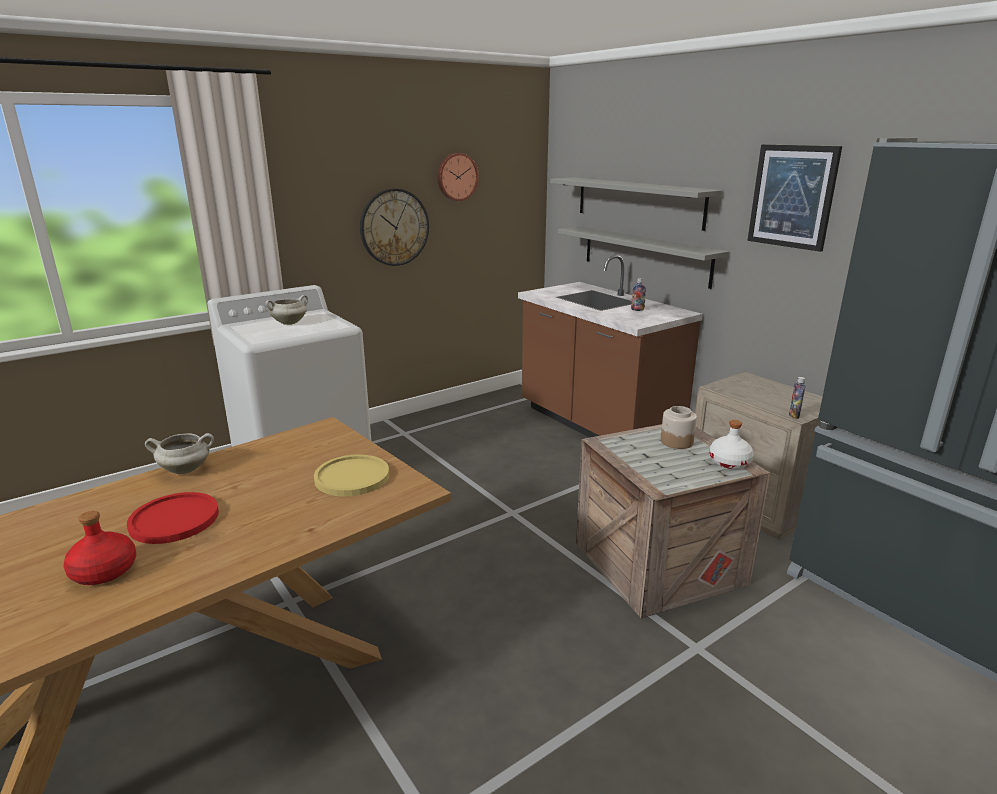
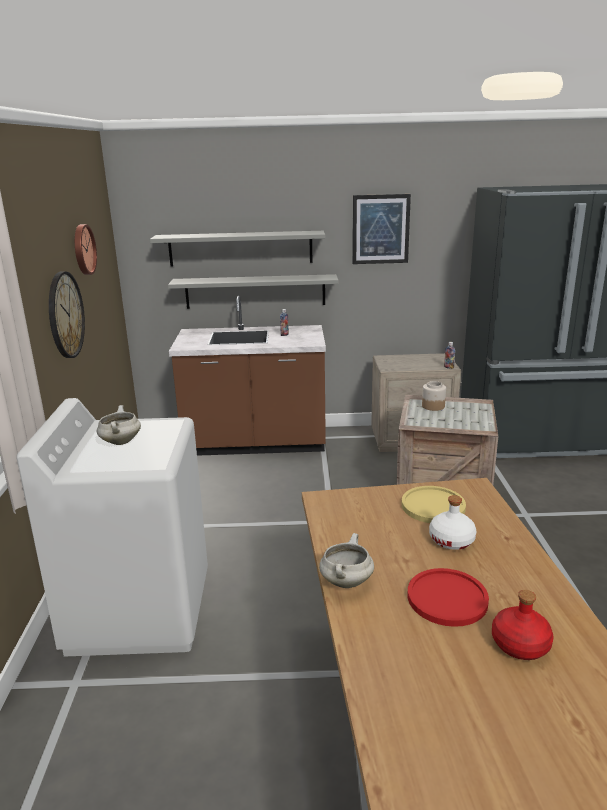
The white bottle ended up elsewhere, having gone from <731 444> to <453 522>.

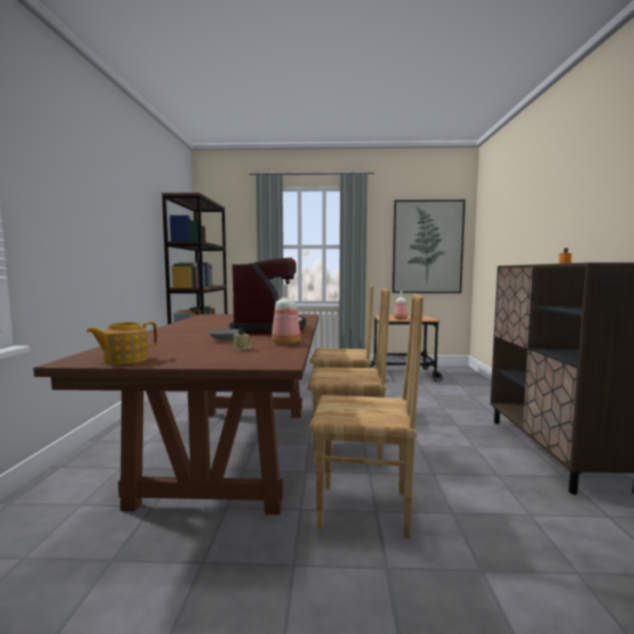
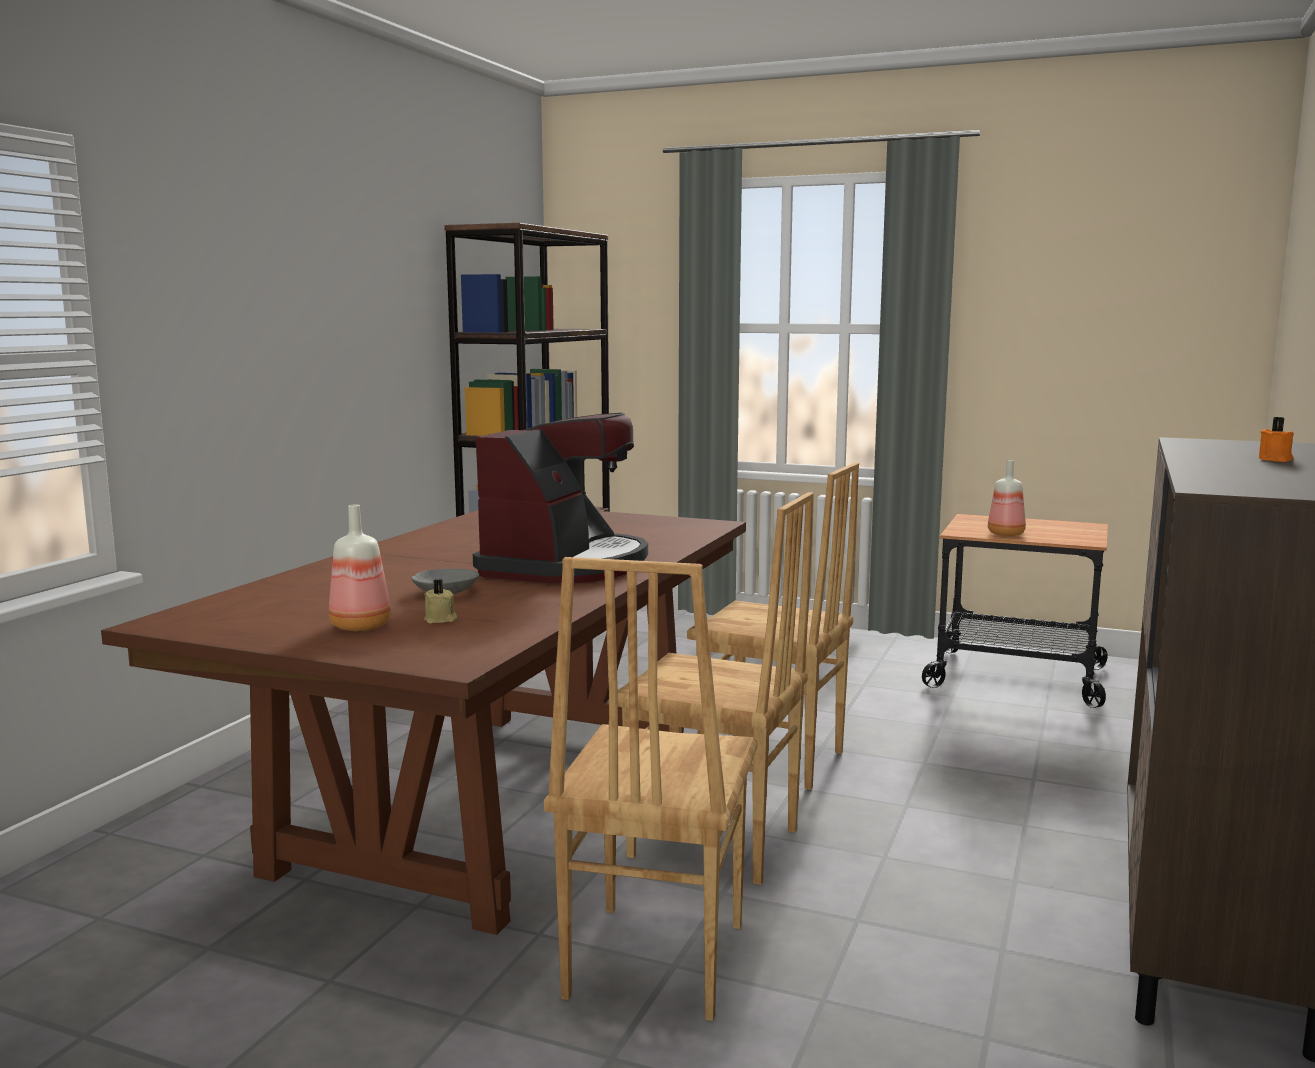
The second view lost the picture at <428 246>.
The bottle ended up elsewhere, having gone from <286 314> to <360 568>.
The brown chair at <366 415> ended up facing another way, 75 degrees clockwise from before.
The second view lost the teapot at <121 342>.

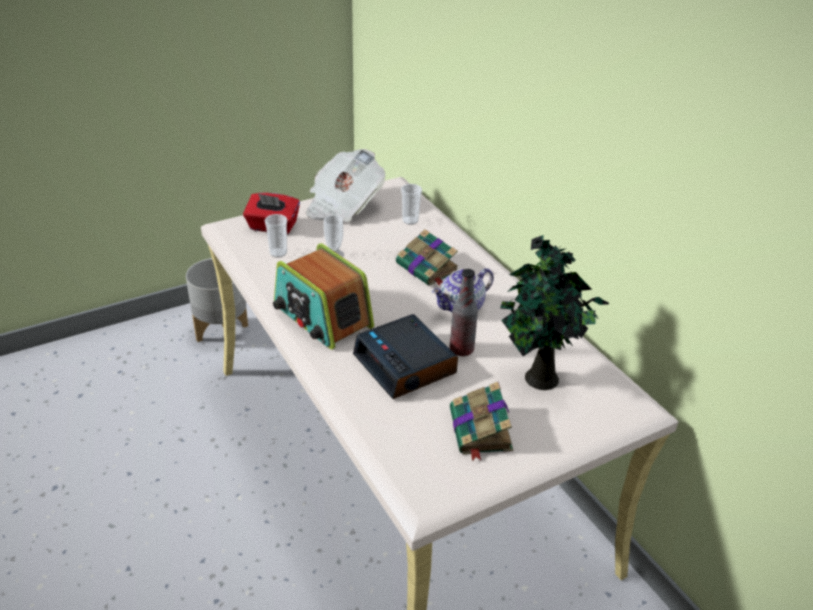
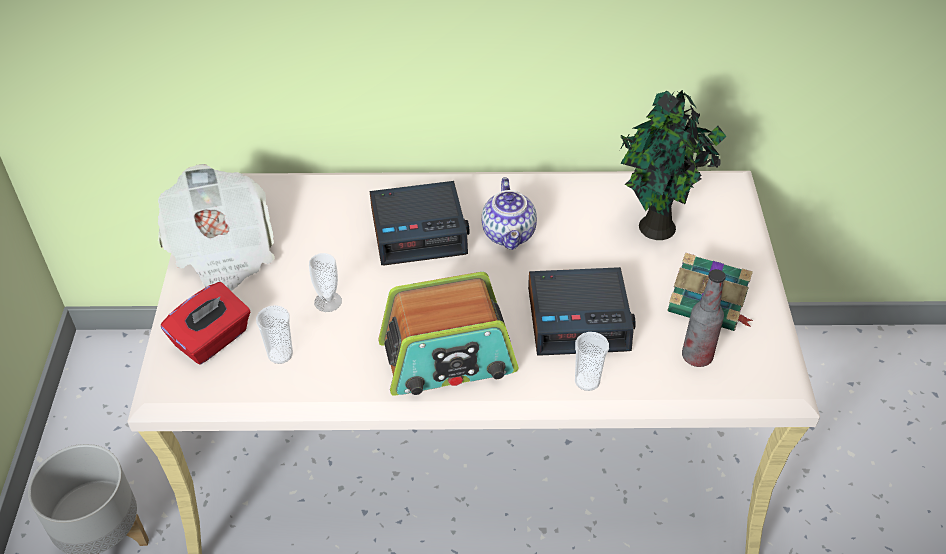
The cup ended up elsewhere, having gone from <411 204> to <592 361>.
Where the book stood at <427 257>, the alarm clock came to stand at <420 223>.
The bottle ended up elsewhere, having gone from <464 312> to <704 318>.

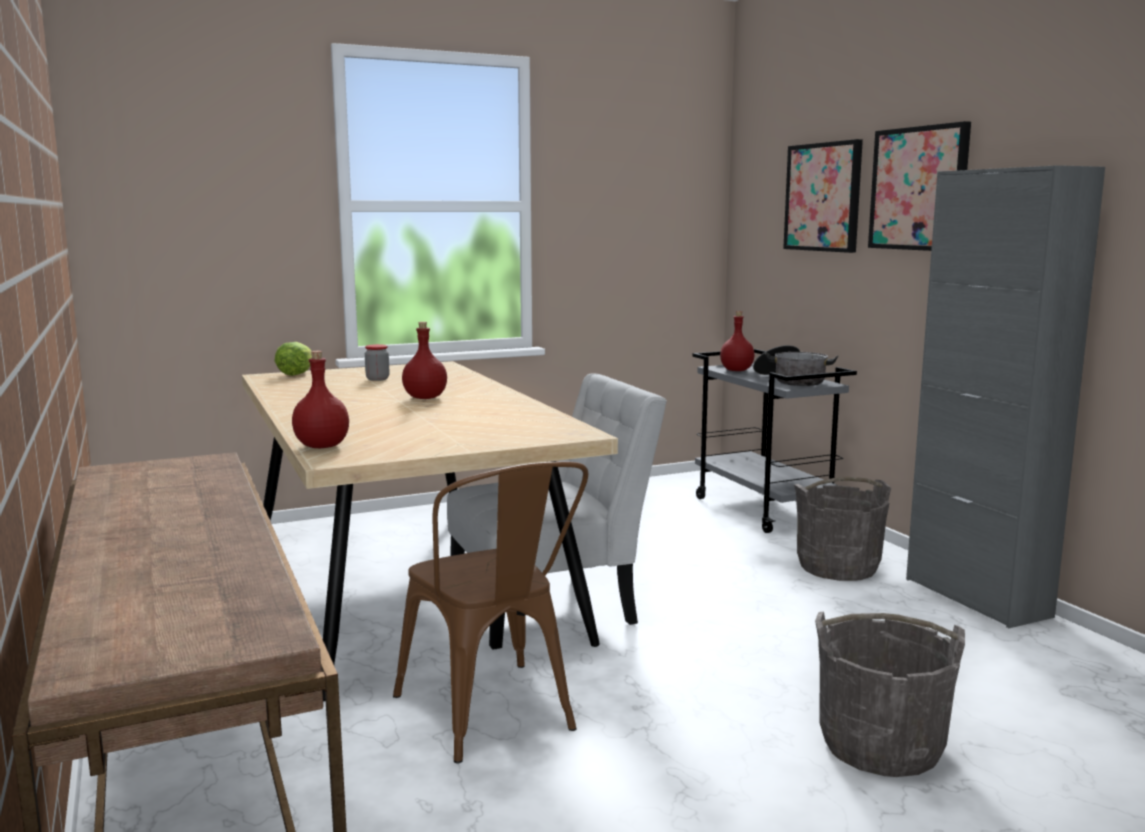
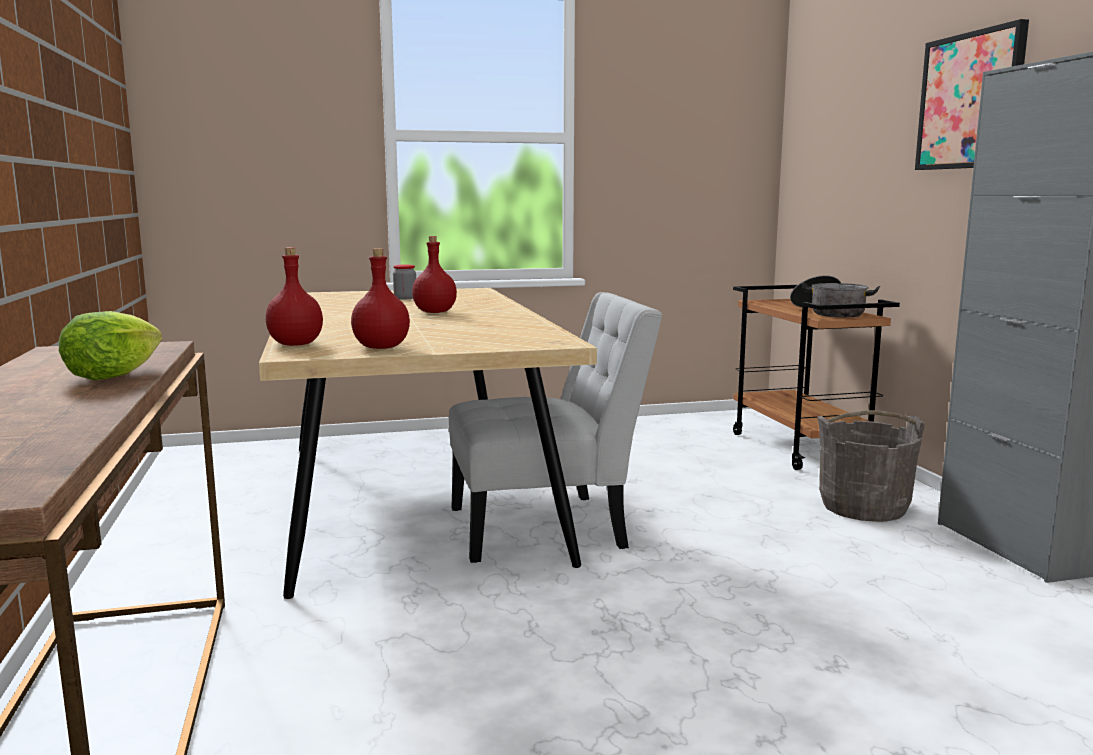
The second view lost the picture at <823 196>.
The red bottle ended up elsewhere, having gone from <737 341> to <380 298>.
The lettuce ended up elsewhere, having gone from <293 359> to <110 346>.
What was the grey cart at <774 441> turned into the brown cart at <816 377>.
The second view lost the brown chair at <490 612>.
The second view lost the grey bucket at <890 694>.

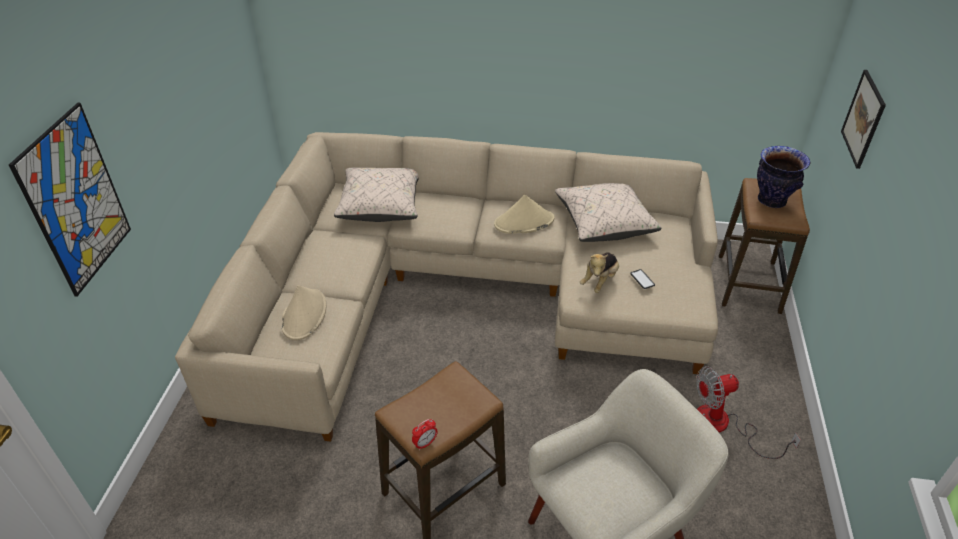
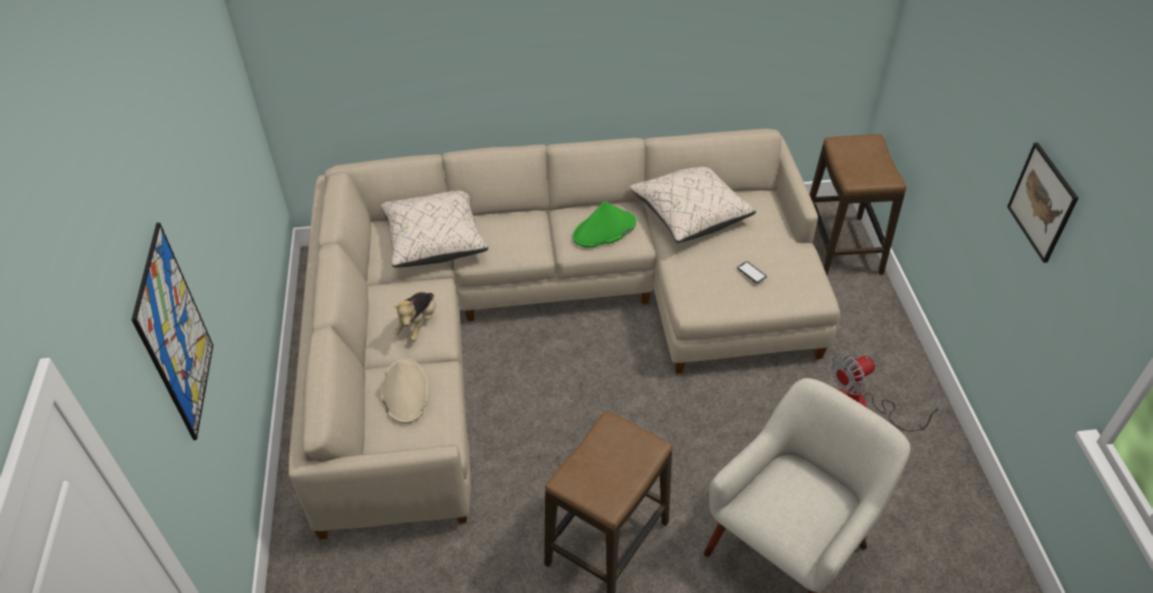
The picture ended up elsewhere, having gone from <863 119> to <1043 202>.
The second view lost the vase at <783 177>.
What was the beige hat at <524 214> turned into the green hat at <604 224>.
The plush toy ended up elsewhere, having gone from <599 273> to <415 316>.
The second view lost the alarm clock at <425 434>.

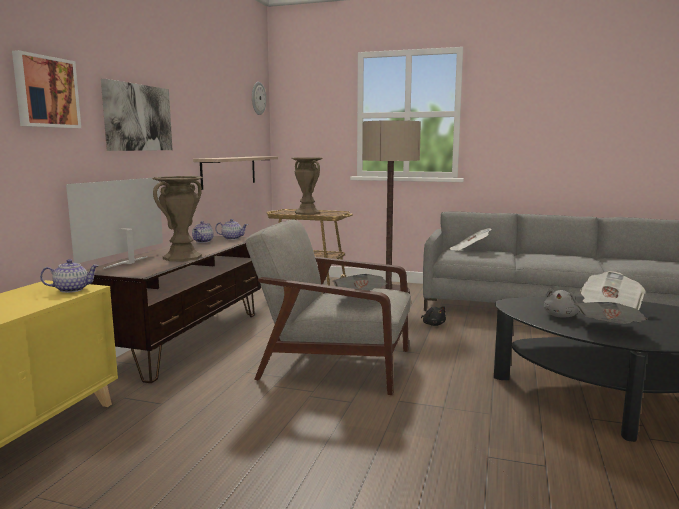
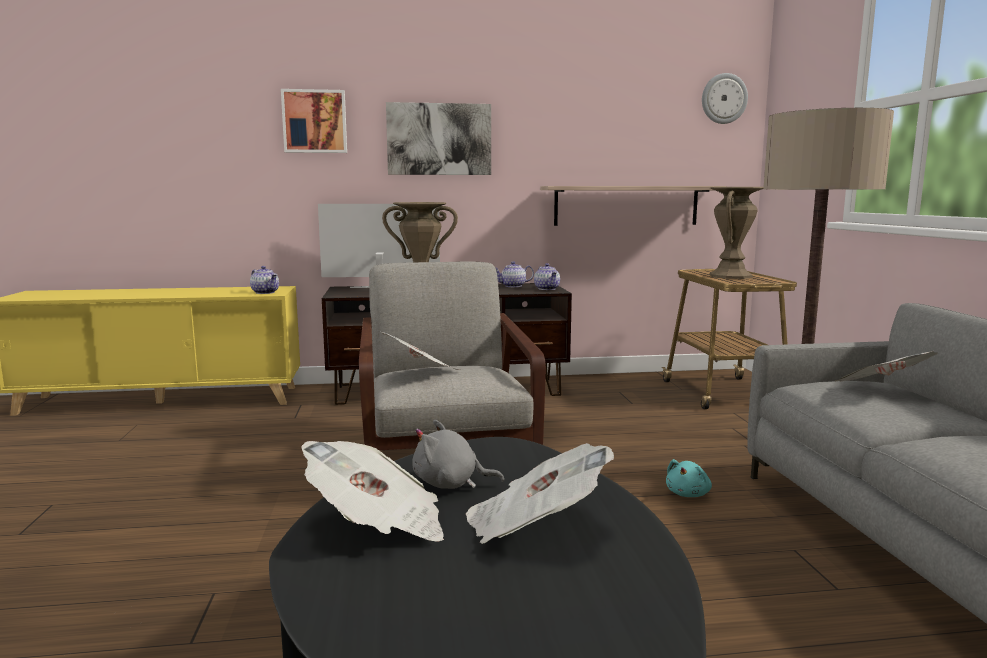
What was the black plush toy at <433 316> turned into the turquoise plush toy at <689 478>.

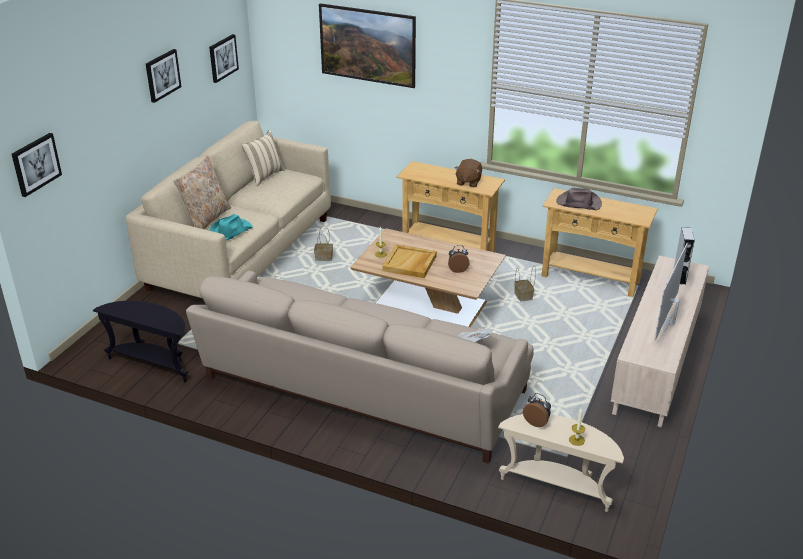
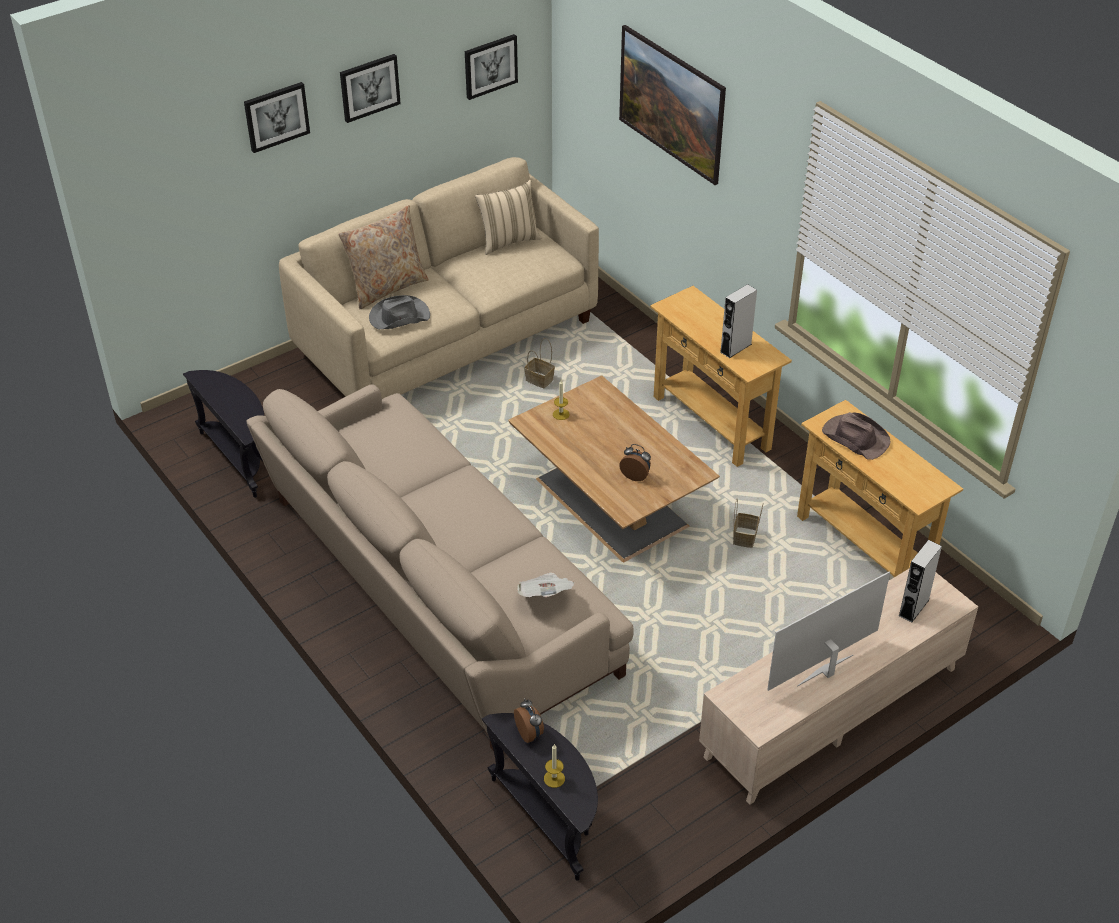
The picture ended up elsewhere, having gone from <37 165> to <277 117>.
Where the brown plush toy stood at <468 173>, the grey speaker came to stand at <738 321>.
What was the turquoise hat at <231 227> turned into the grey hat at <399 312>.
The second view lost the beige tray at <409 261>.
What was the beige side table at <561 463> turned into the black side table at <540 796>.

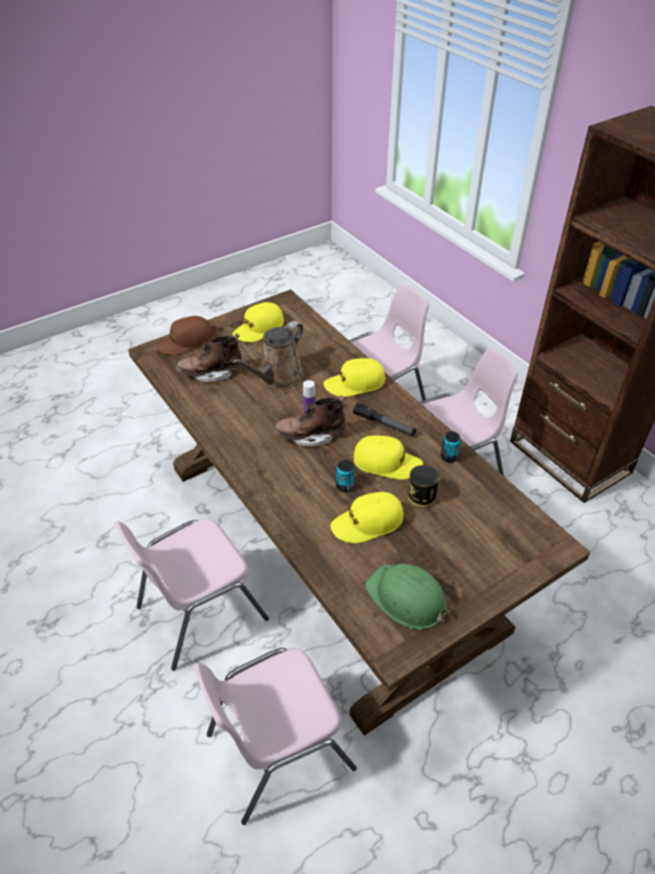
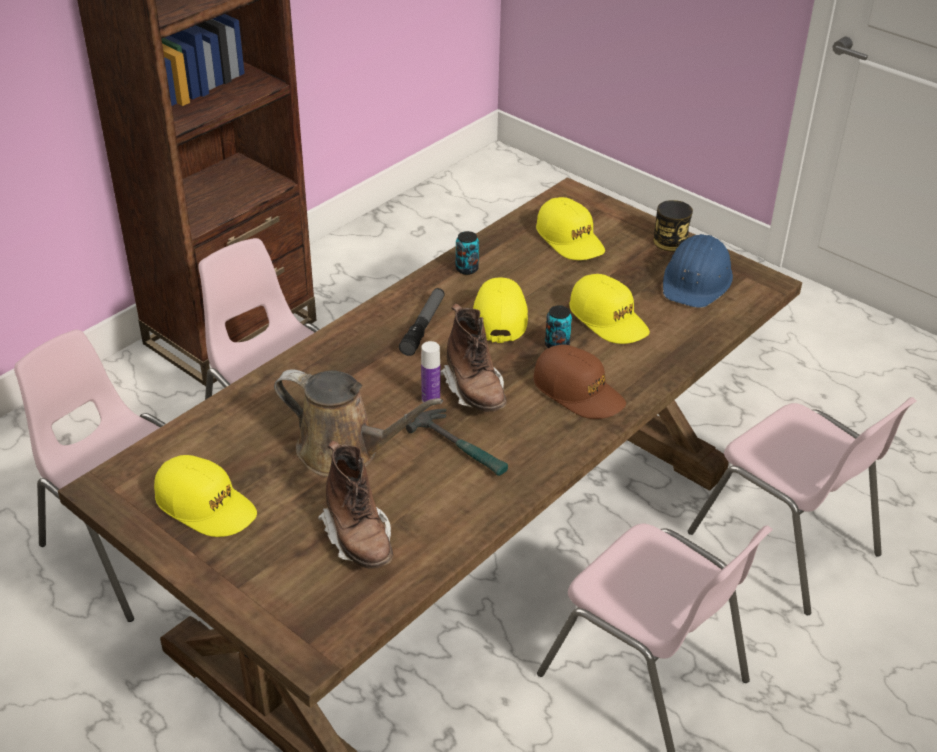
The brown cap ended up elsewhere, having gone from <185 335> to <579 382>.
The yellow cap ended up elsewhere, having gone from <355 377> to <570 228>.
The can ended up elsewhere, having gone from <423 486> to <673 226>.
What was the green hard hat at <407 596> turned into the blue hard hat at <698 271>.
The second view gained the hammer at <457 442>.

